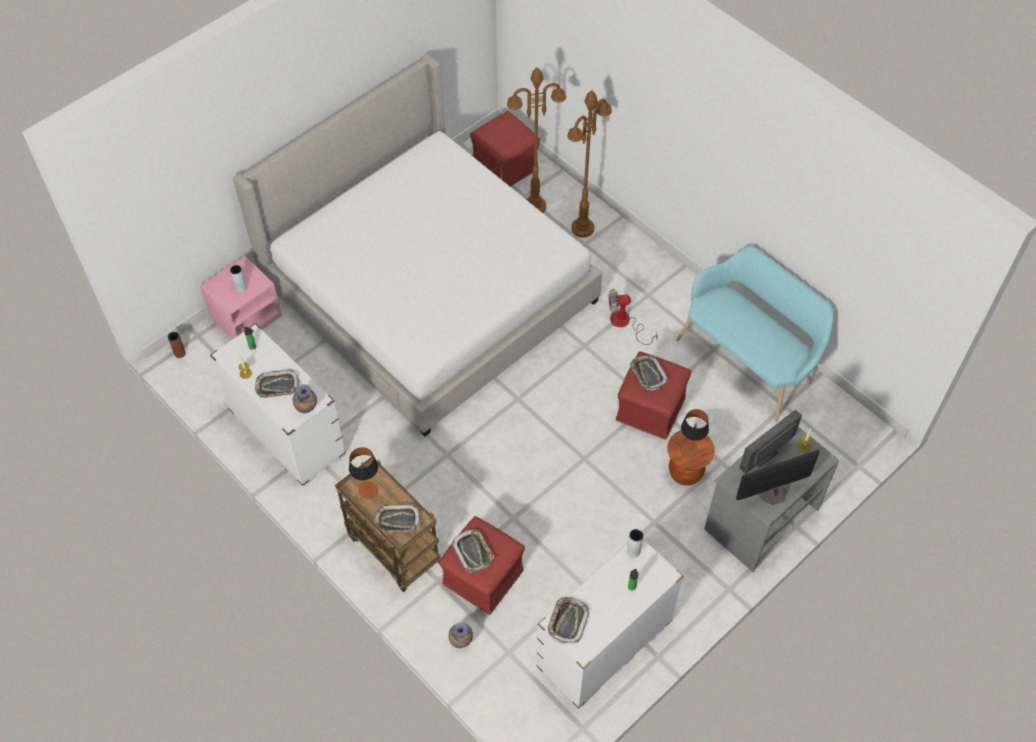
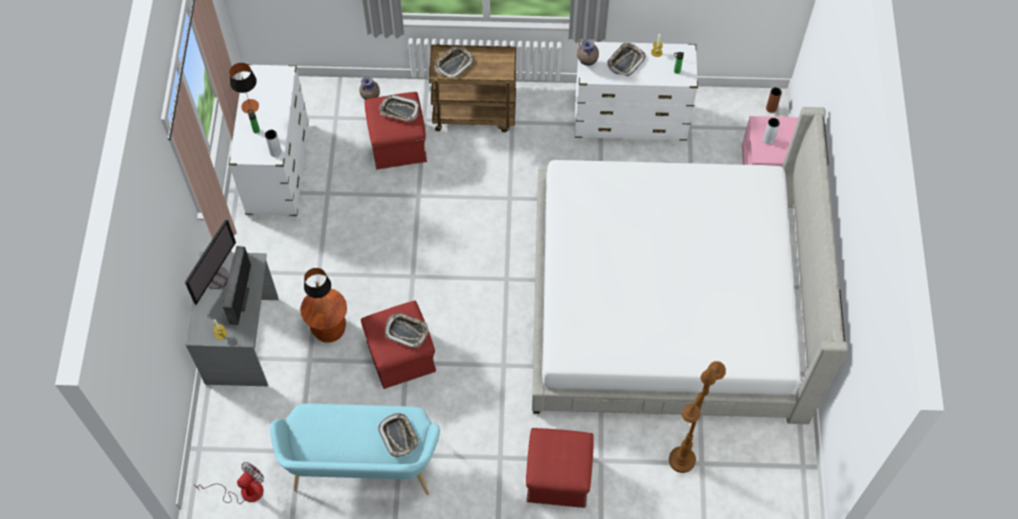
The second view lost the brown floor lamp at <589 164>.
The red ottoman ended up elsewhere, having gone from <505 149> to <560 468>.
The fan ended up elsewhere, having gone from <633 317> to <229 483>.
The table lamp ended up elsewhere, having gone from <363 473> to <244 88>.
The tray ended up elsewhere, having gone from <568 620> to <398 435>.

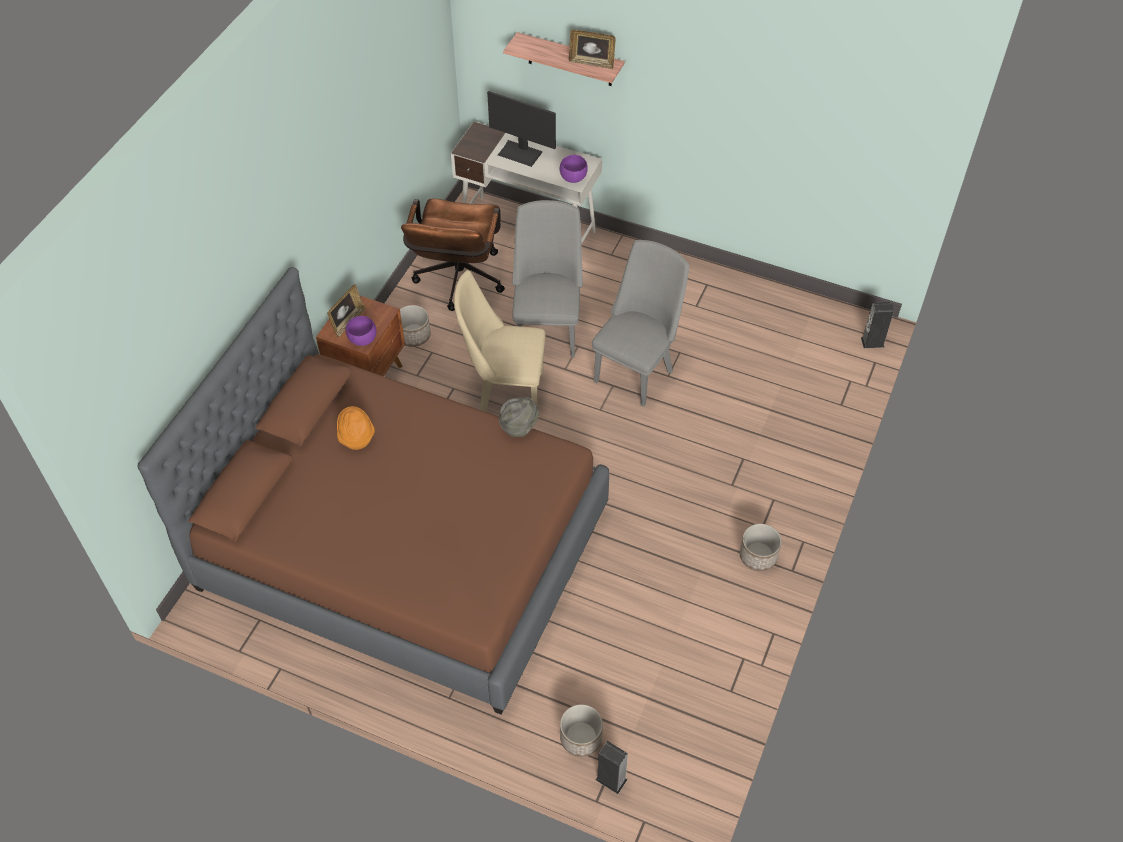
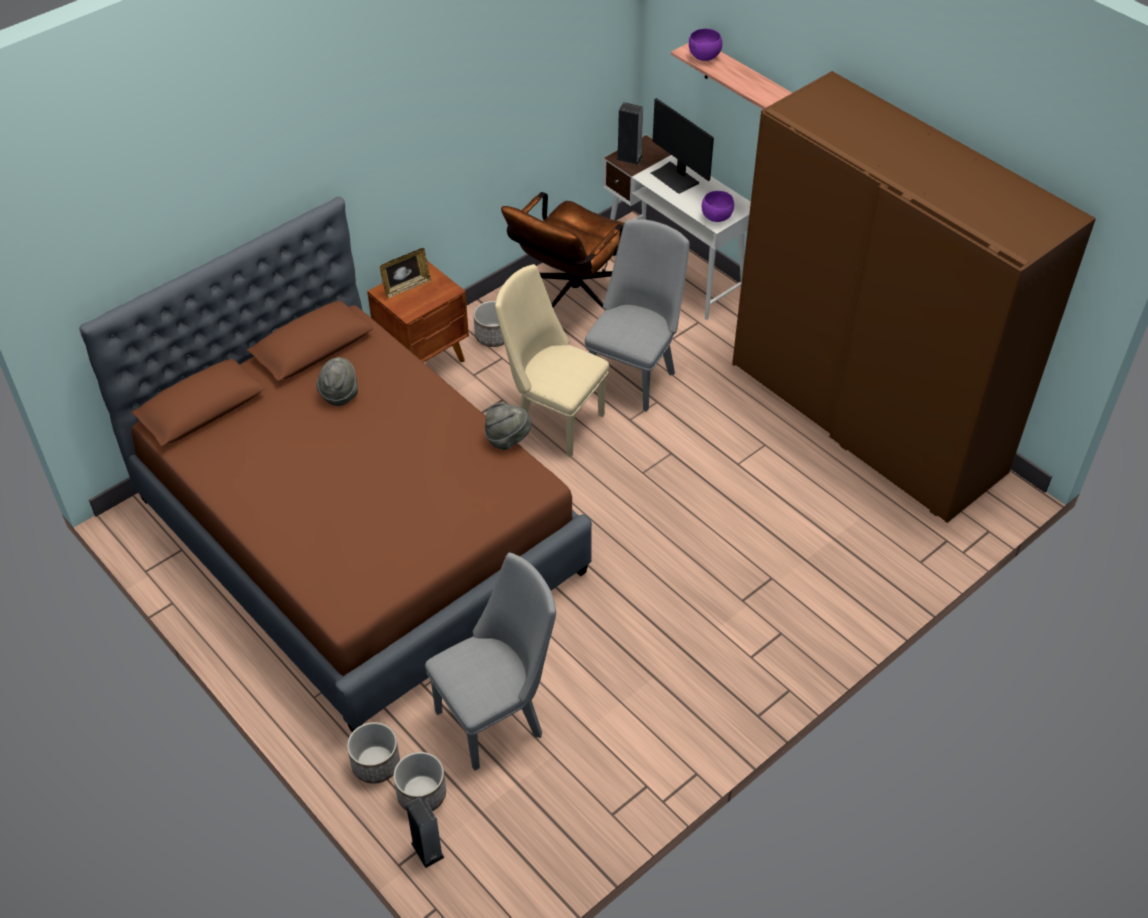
The second view lost the picture frame at <592 49>.
The grey chair ended up elsewhere, having gone from <640 323> to <490 662>.
The speaker ended up elsewhere, having gone from <877 325> to <629 133>.
The purple bowl ended up elsewhere, having gone from <361 331> to <705 45>.
What was the orange hat at <356 428> turned into the grey hat at <337 381>.
The planter ended up elsewhere, having gone from <761 547> to <373 753>.
The second view gained the brown wardrobe at <914 297>.

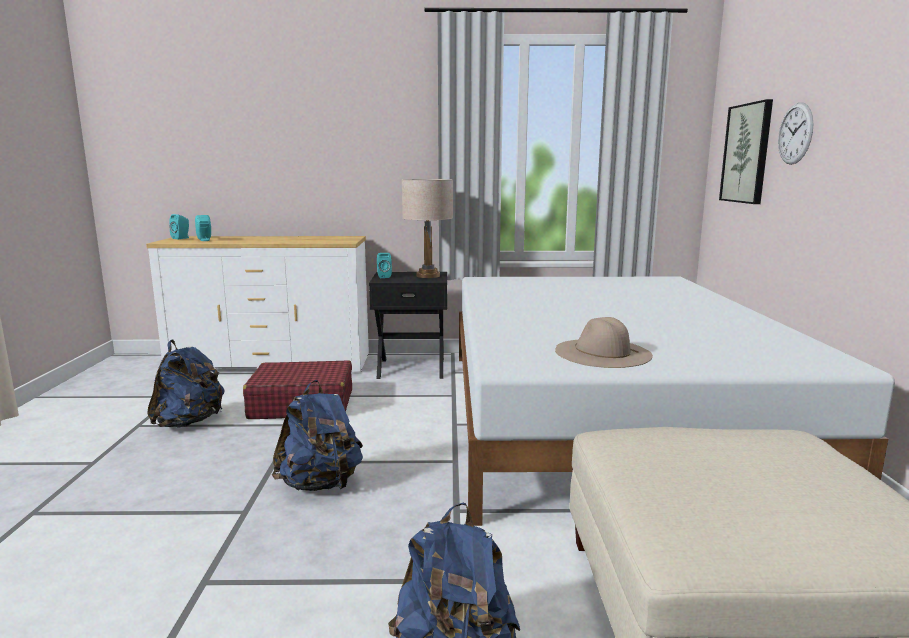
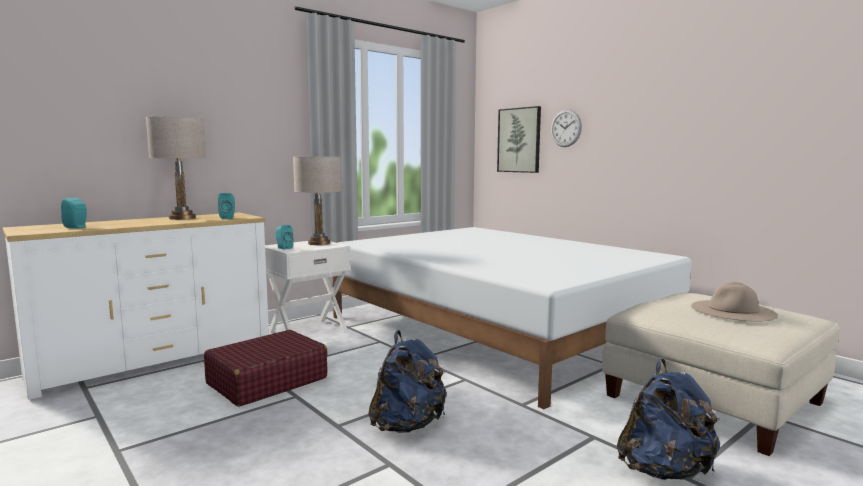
The turquoise speaker ended up elsewhere, having gone from <179 226> to <226 206>.
What was the black nightstand at <408 325> turned into the white nightstand at <308 287>.
The beige hat ended up elsewhere, having gone from <604 342> to <734 302>.
The second view lost the blue backpack at <186 384>.
The second view gained the beige table lamp at <176 168>.

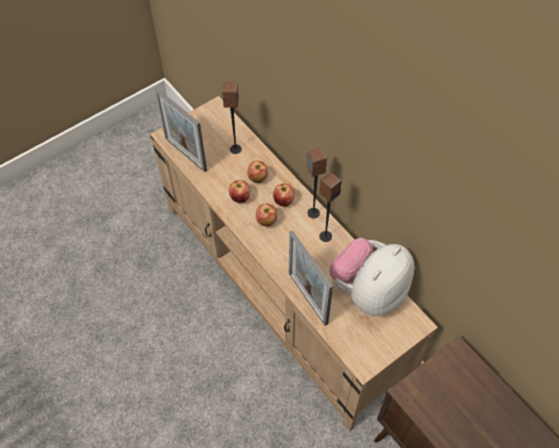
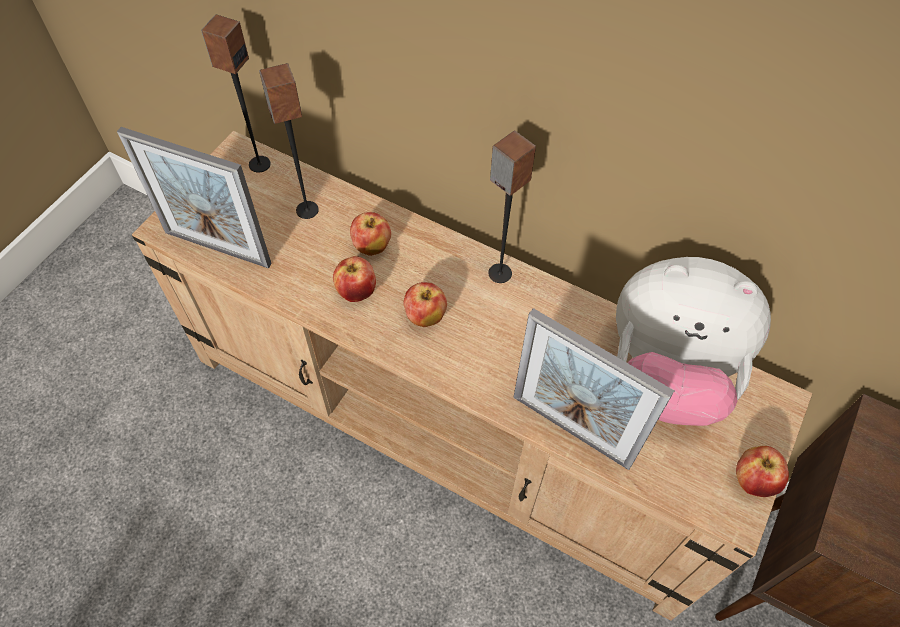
The speaker ended up elsewhere, having gone from <330 206> to <236 93>.
The apple ended up elsewhere, having gone from <284 195> to <762 471>.
The plush toy at <371 277> ended up facing another way, 90 degrees counterclockwise from before.

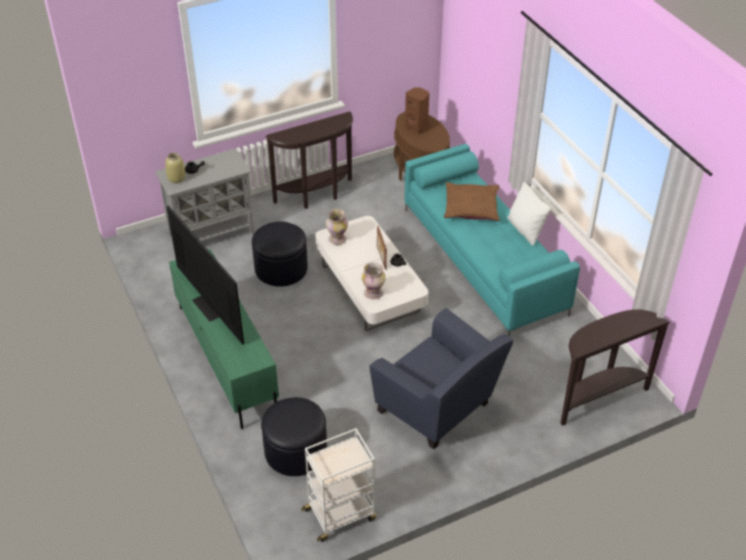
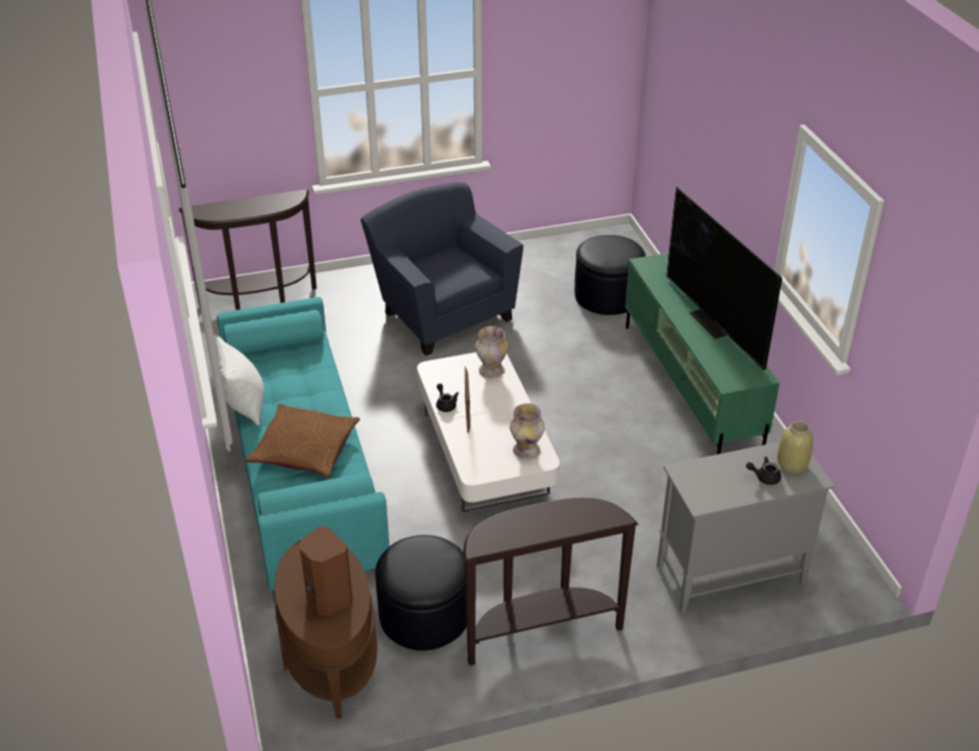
The black ottoman ended up elsewhere, having gone from <280 254> to <421 593>.
The second view lost the white cart at <338 485>.

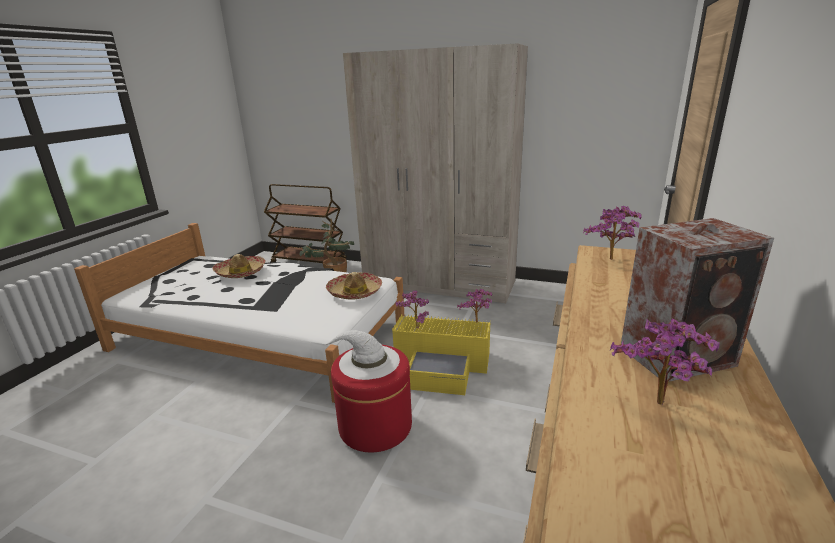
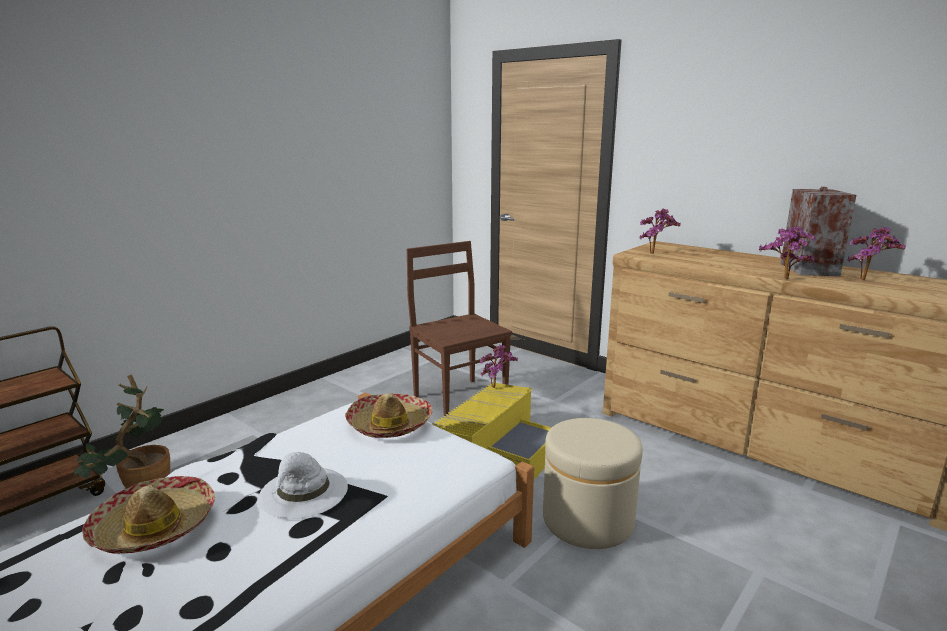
The second view lost the beige wardrobe at <435 173>.
The potted plant ended up elsewhere, having gone from <412 309> to <787 253>.
The white hat ended up elsewhere, having gone from <361 355> to <303 485>.
What was the red ottoman at <371 398> turned into the beige ottoman at <593 483>.
The second view gained the brown chair at <459 328>.

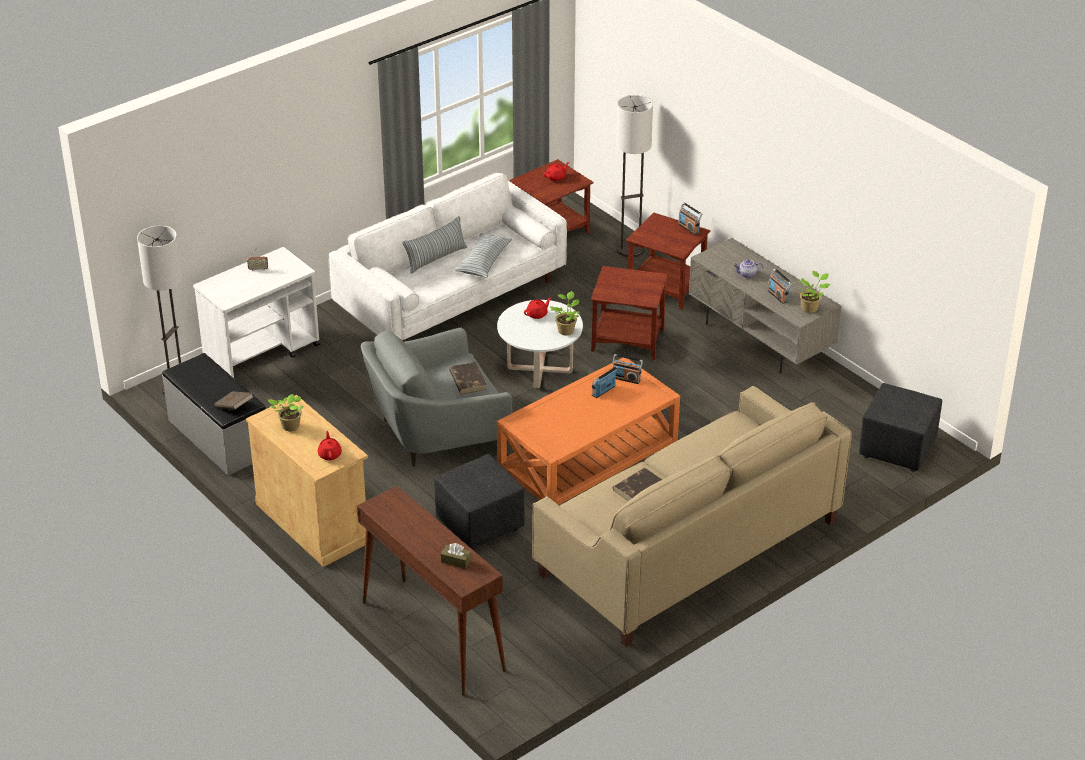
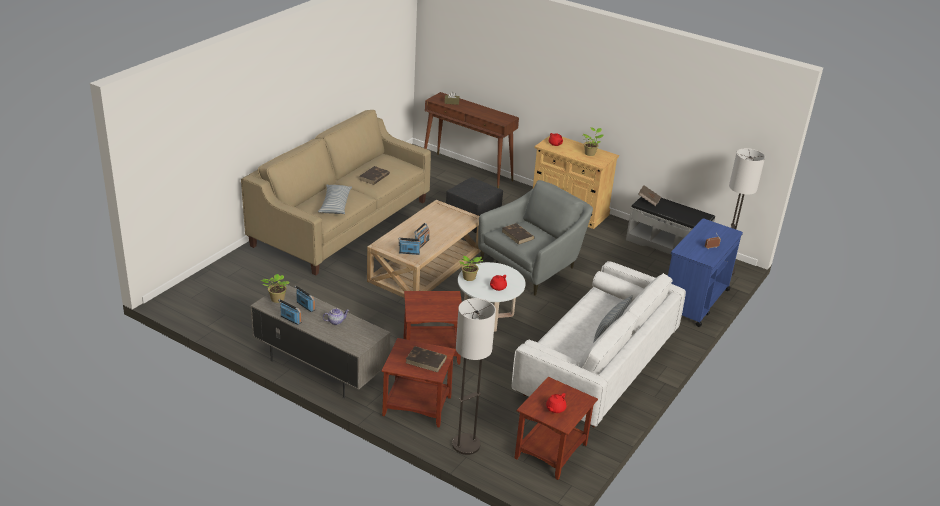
The radio ended up elsewhere, having gone from <690 218> to <290 312>.
The pillow ended up elsewhere, having gone from <483 255> to <335 199>.
What was the white cart at <256 312> turned into the blue cart at <705 272>.
What was the orange coffee table at <588 431> turned into the beige coffee table at <424 249>.
The second view lost the black ottoman at <900 427>.
The second view gained the brown book at <426 359>.

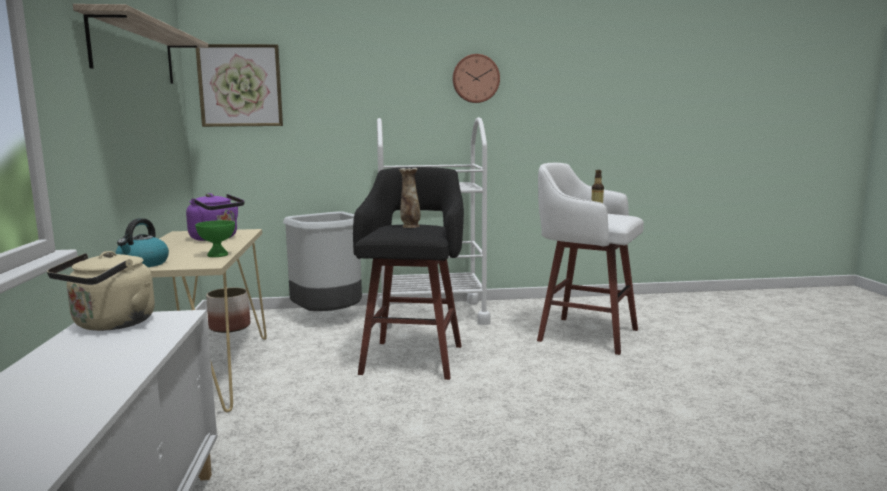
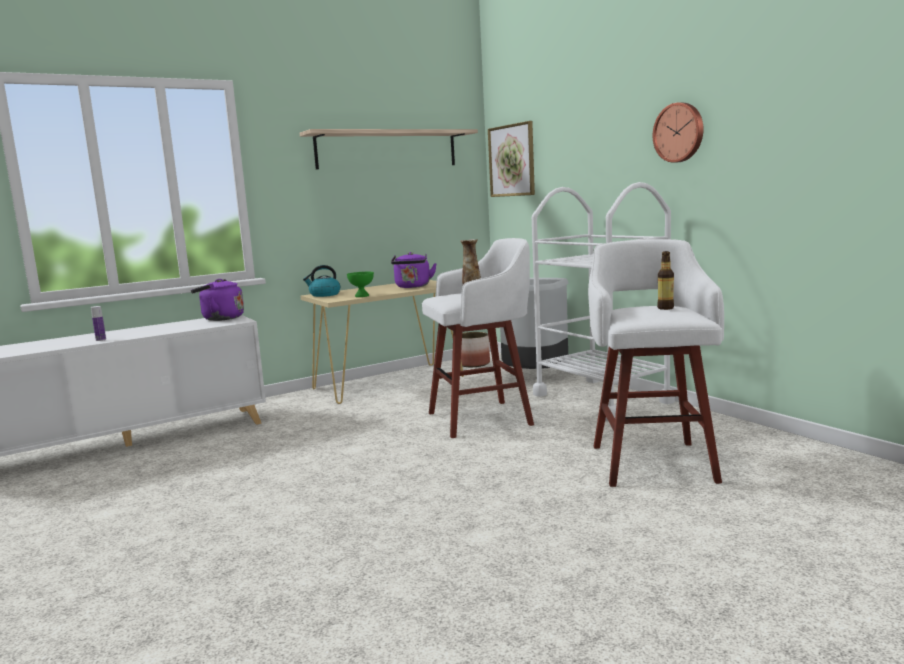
What was the black stool at <408 273> turned into the white stool at <478 338>.
What was the beige kettle at <101 291> turned into the purple kettle at <217 300>.
The second view gained the bottle at <98 323>.

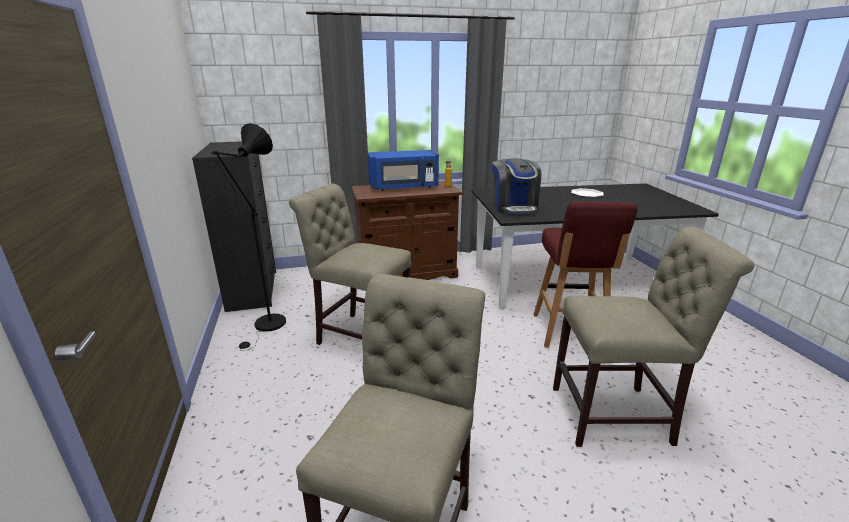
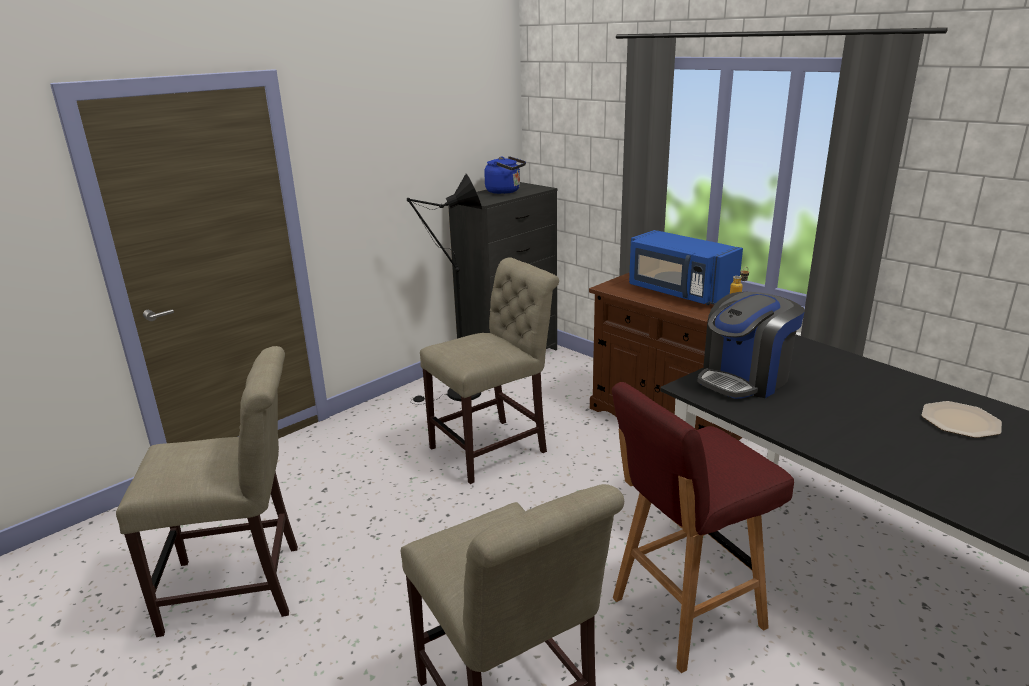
The beige chair at <350 264> ended up facing another way, 60 degrees clockwise from before.
The second view gained the blue kettle at <505 175>.

